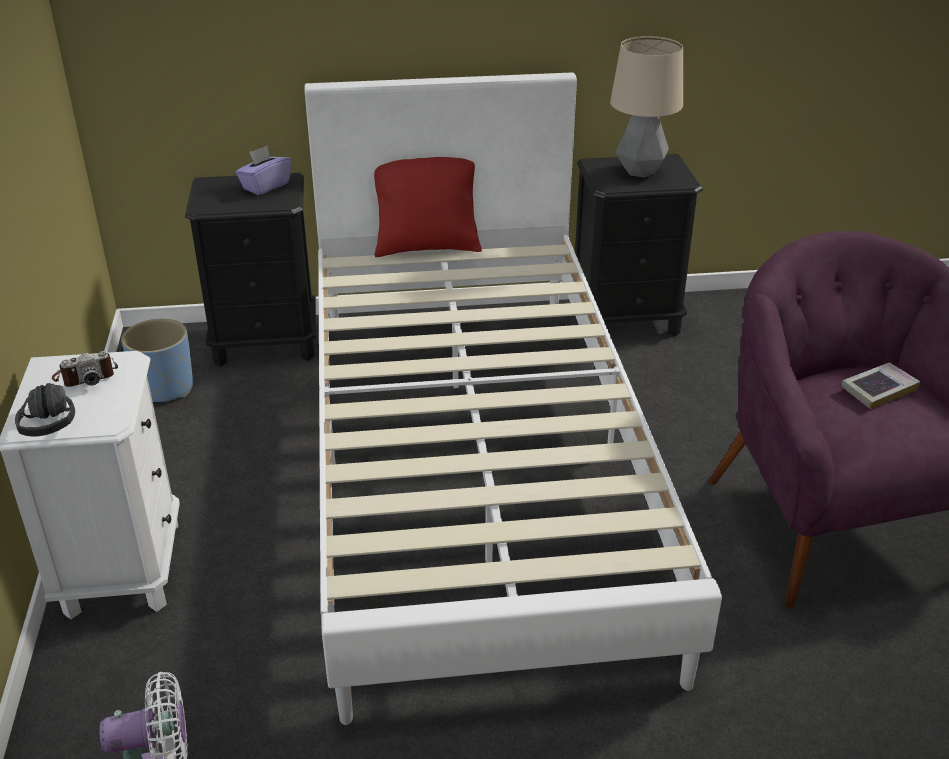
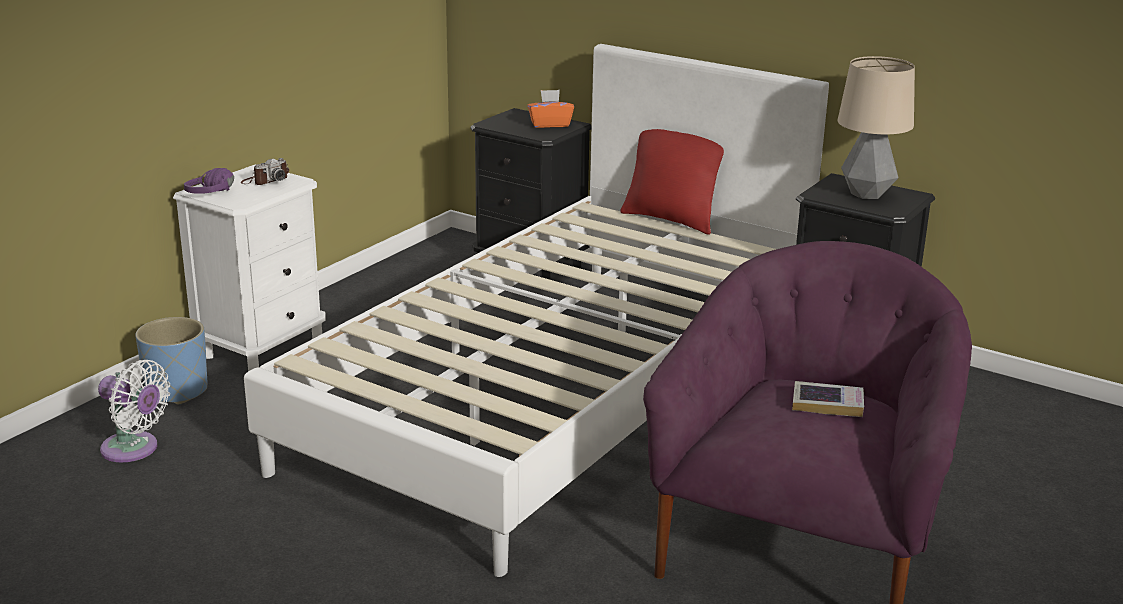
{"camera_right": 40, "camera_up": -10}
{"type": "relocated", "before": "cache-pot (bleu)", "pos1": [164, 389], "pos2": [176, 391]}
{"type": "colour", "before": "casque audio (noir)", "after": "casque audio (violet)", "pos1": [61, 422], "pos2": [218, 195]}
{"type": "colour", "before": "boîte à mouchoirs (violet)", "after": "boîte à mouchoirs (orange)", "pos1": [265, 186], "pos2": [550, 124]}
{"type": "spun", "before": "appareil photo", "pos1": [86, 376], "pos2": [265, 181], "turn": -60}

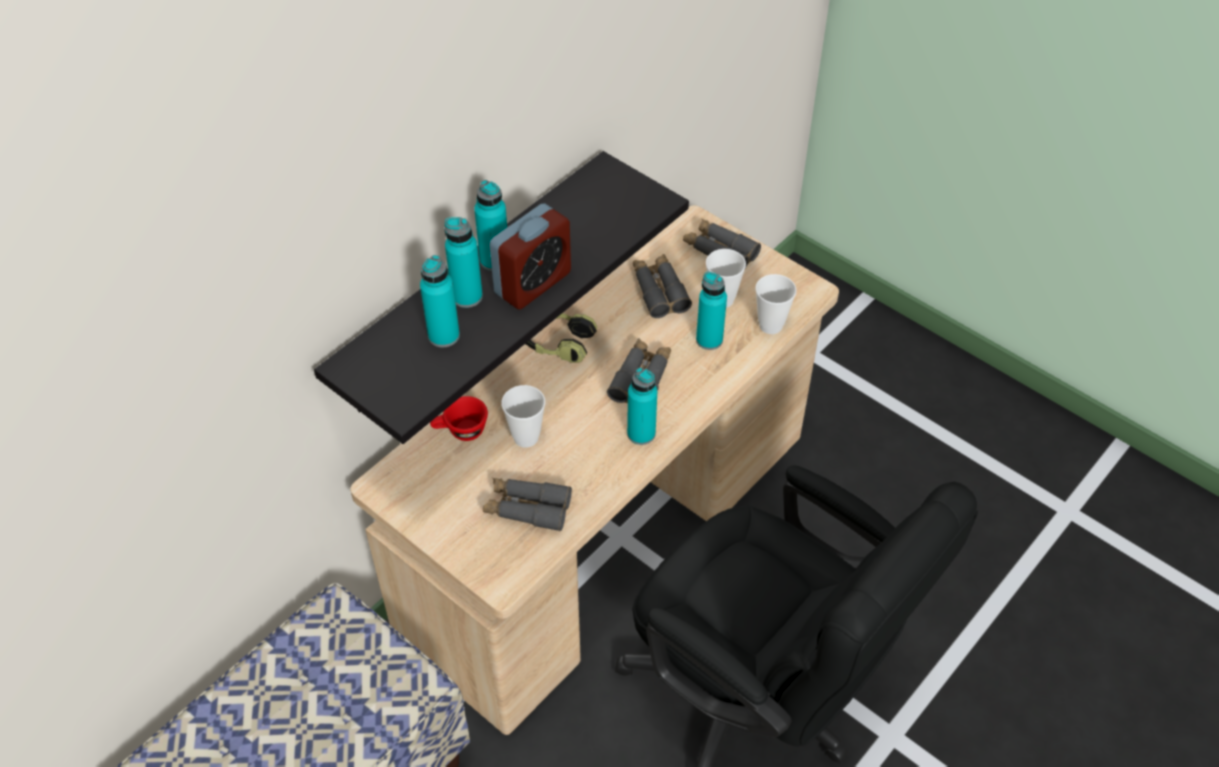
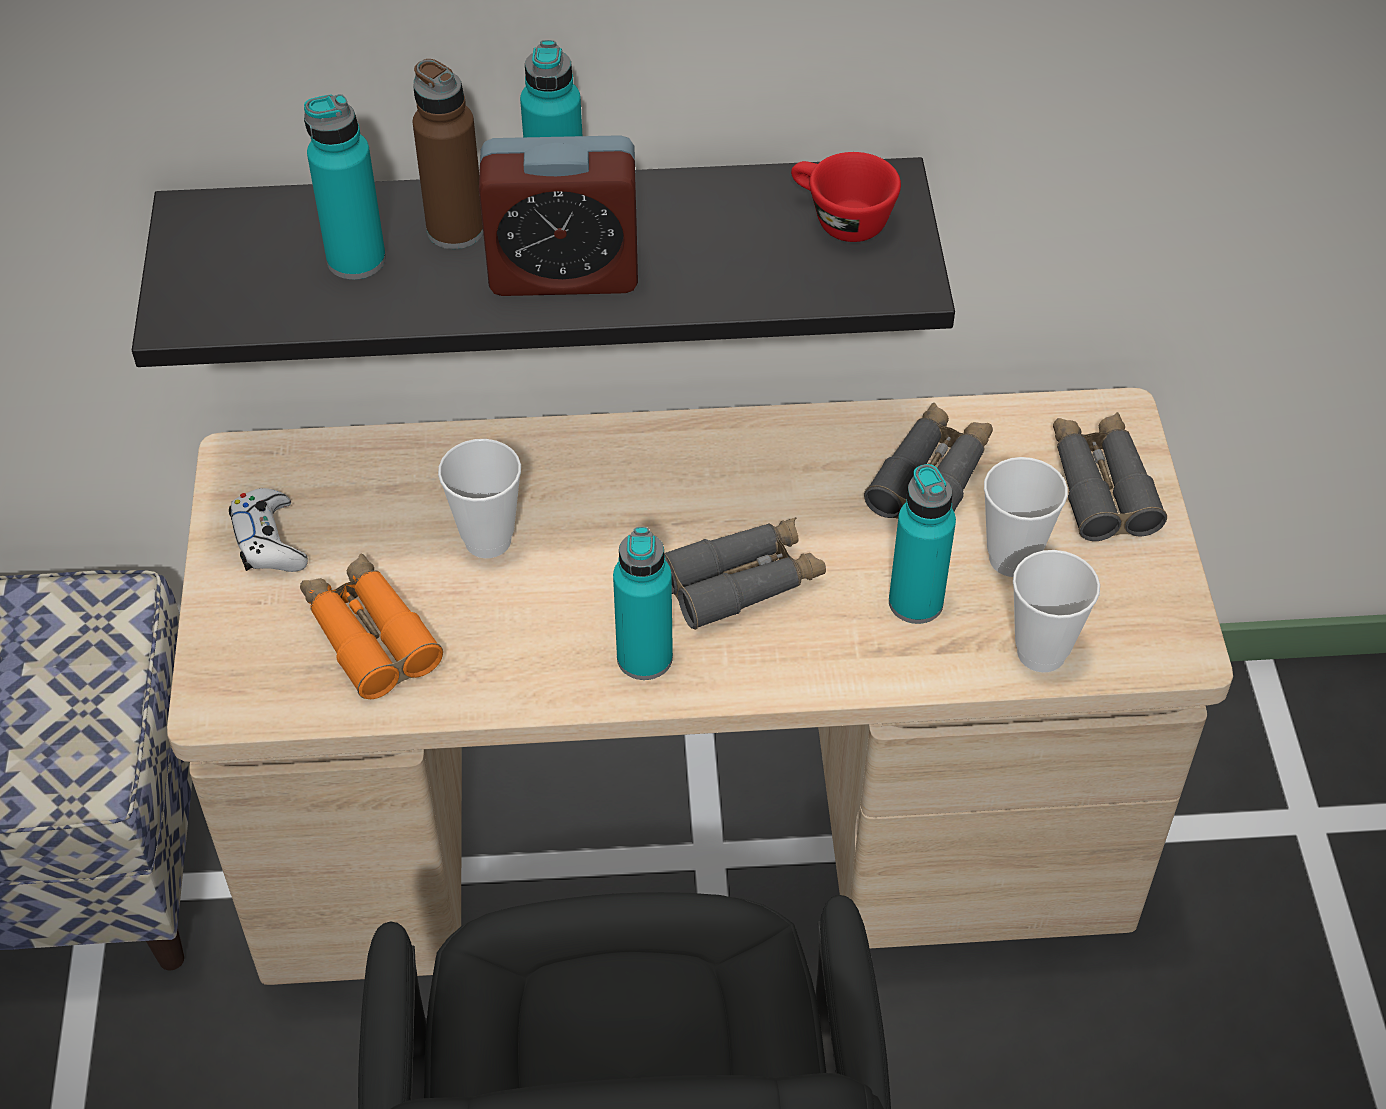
{"camera_right": 45, "camera_up": 0}
{"type": "missing", "before": "casque audio", "pos1": [557, 343]}
{"type": "appeared", "after": "manette (blanc)", "pos2": [269, 541]}
{"type": "relocated", "before": "tasse (rouge)", "pos1": [460, 431], "pos2": [839, 220]}
{"type": "colour", "before": "bouteille (turquoise)", "after": "bouteille (marron)", "pos1": [467, 296], "pos2": [455, 230]}
{"type": "colour", "before": "jumelles (gris)", "after": "jumelles (orange)", "pos1": [527, 508], "pos2": [369, 635]}

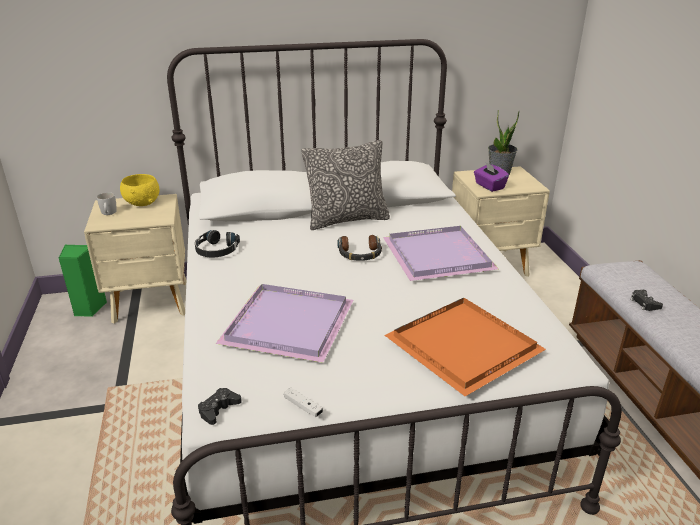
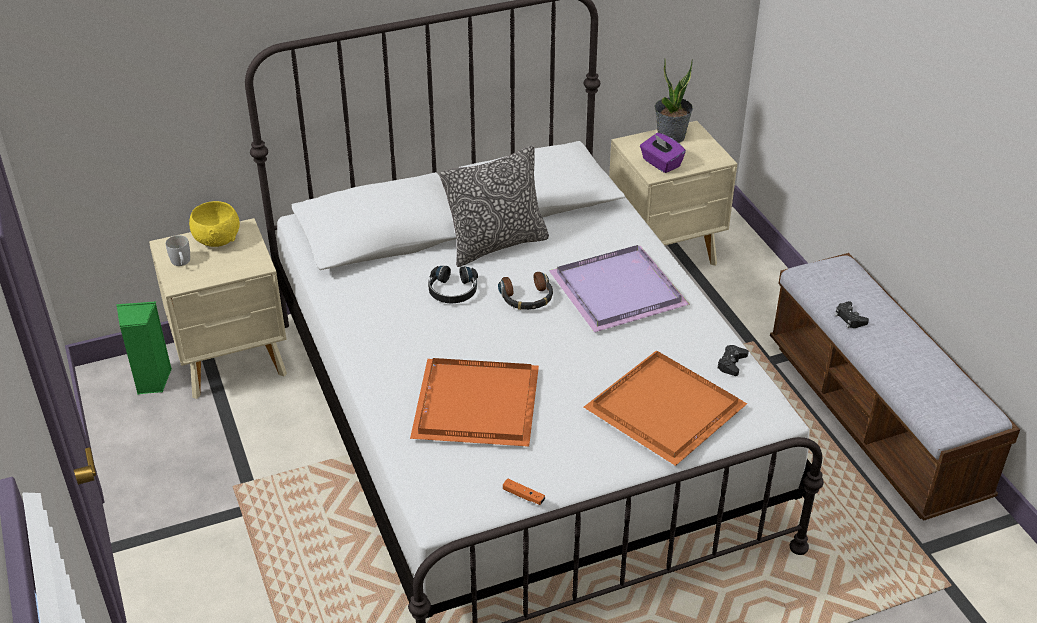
{"camera_right": -10, "camera_up": 10}
{"type": "relocated", "before": "casque audio (noir)", "pos1": [216, 250], "pos2": [452, 291]}
{"type": "relocated", "before": "manette (noir)", "pos1": [218, 409], "pos2": [731, 363]}
{"type": "colour", "before": "plateau (violet)", "after": "plateau (orange)", "pos1": [287, 323], "pos2": [474, 403]}
{"type": "colour", "before": "manette (blanc)", "after": "manette (orange)", "pos1": [303, 407], "pos2": [523, 496]}

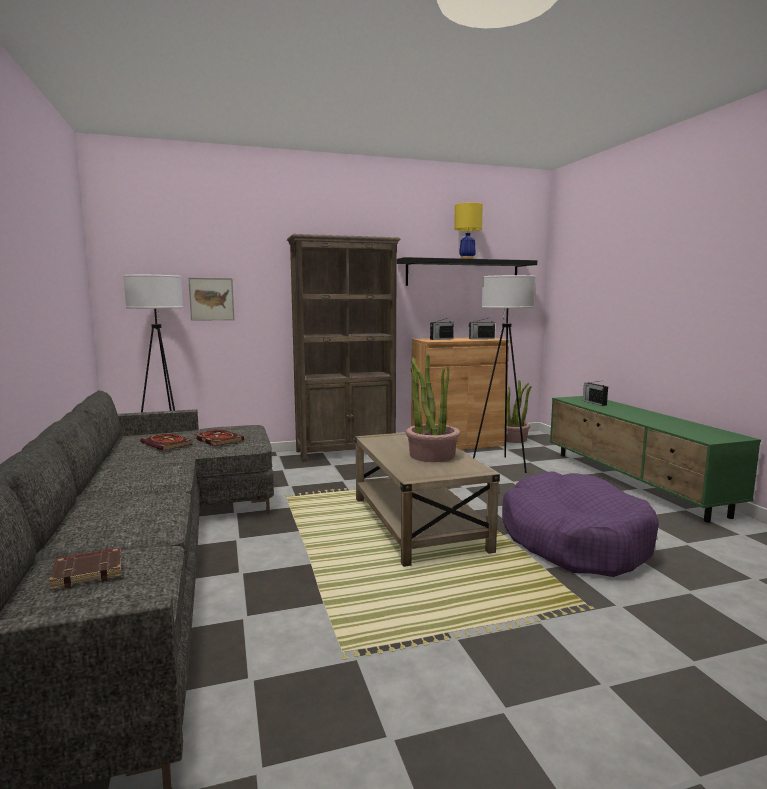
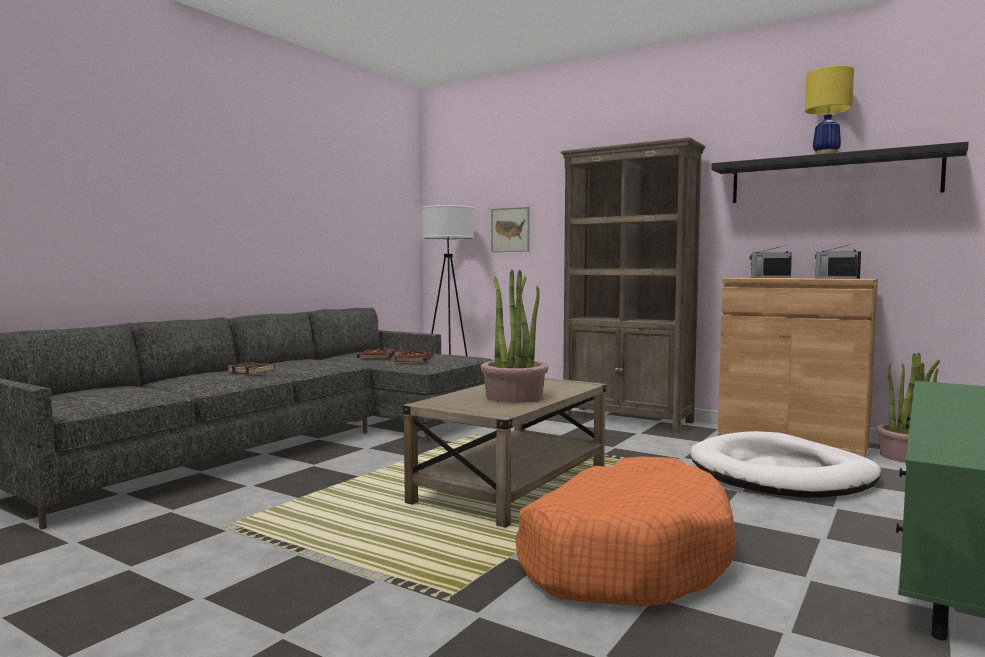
{"camera_right": 50, "camera_up": -5}
{"type": "missing", "before": "radio", "pos1": [594, 403]}
{"type": "relocated", "before": "livre (marron)", "pos1": [89, 572], "pos2": [252, 371]}
{"type": "exchanged", "before": "lampadaire (blanc)", "after": "panier pour chien (blanc)", "pos1": [501, 465], "pos2": [782, 474]}
{"type": "colour", "before": "panier pour chien (violet)", "after": "panier pour chien (orange)", "pos1": [573, 540], "pos2": [624, 557]}

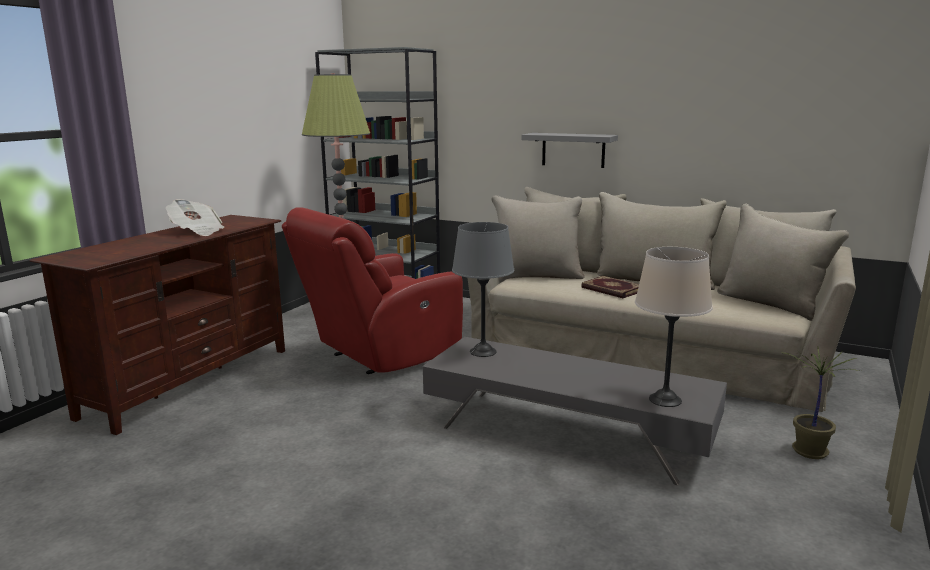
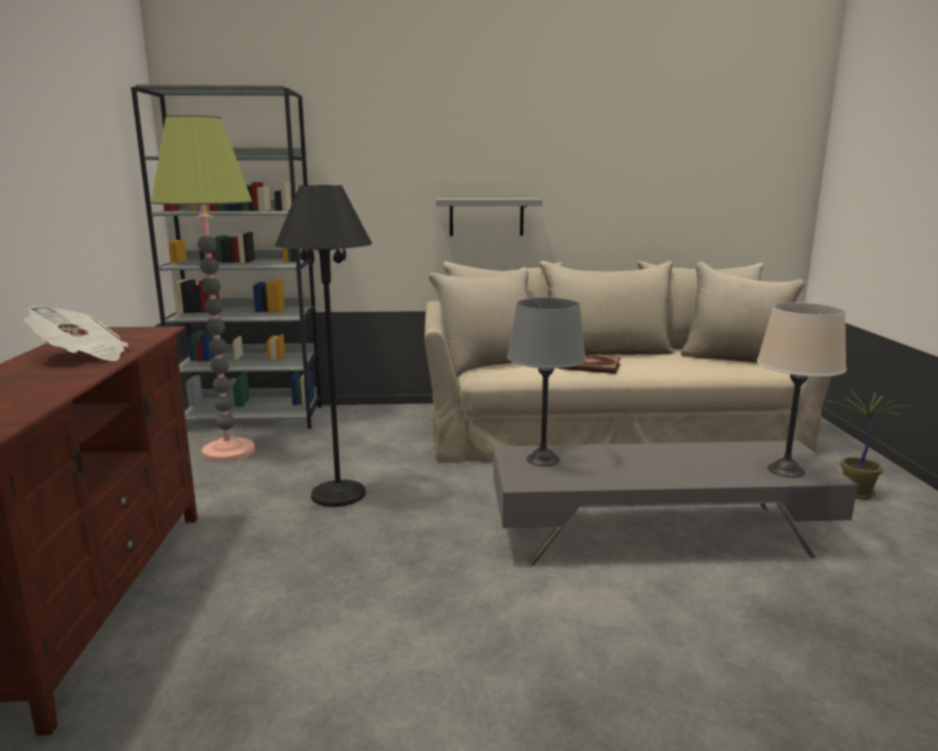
{"camera_right": -30, "camera_up": 0}
{"type": "exchanged", "before": "fauteuil (rouge)", "after": "lampadaire (noir)", "pos1": [379, 355], "pos2": [338, 494]}

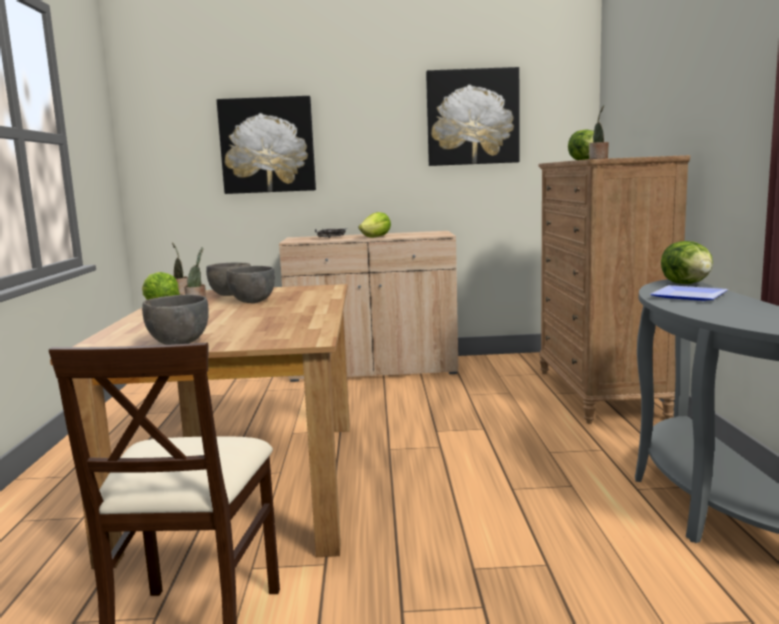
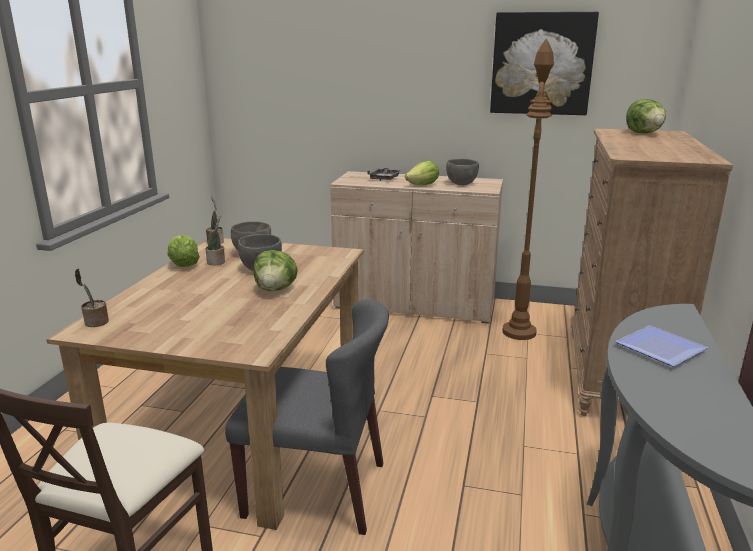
{"camera_right": 15, "camera_up": 10}
{"type": "missing", "before": "tableau", "pos1": [267, 145]}
{"type": "appeared", "after": "chaise (gris)", "pos2": [317, 489]}
{"type": "appeared", "after": "lampadaire (marron)", "pos2": [519, 332]}
{"type": "relocated", "before": "bol (gris)", "pos1": [179, 343], "pos2": [461, 183]}
{"type": "relocated", "before": "plante en pot", "pos1": [598, 158], "pos2": [95, 323]}
{"type": "relocated", "before": "laitue", "pos1": [687, 284], "pos2": [276, 289]}

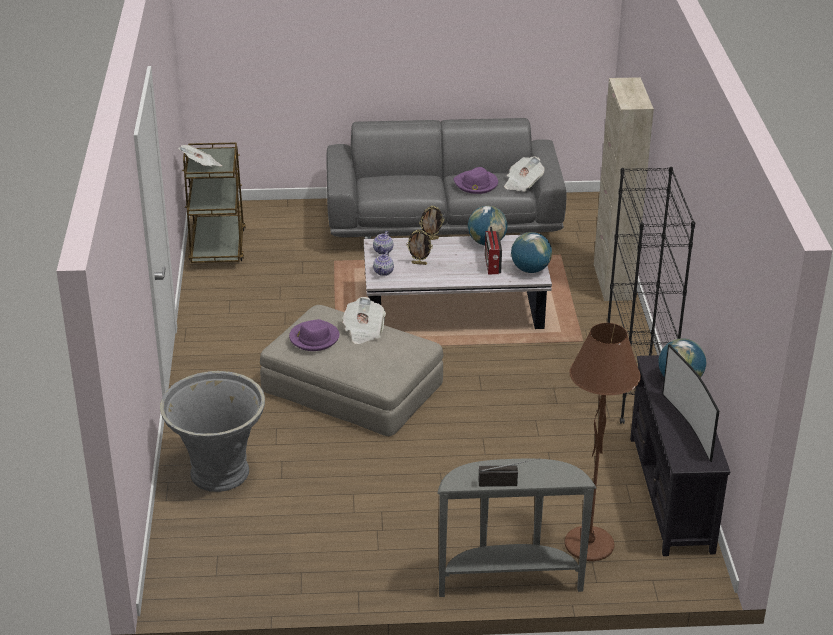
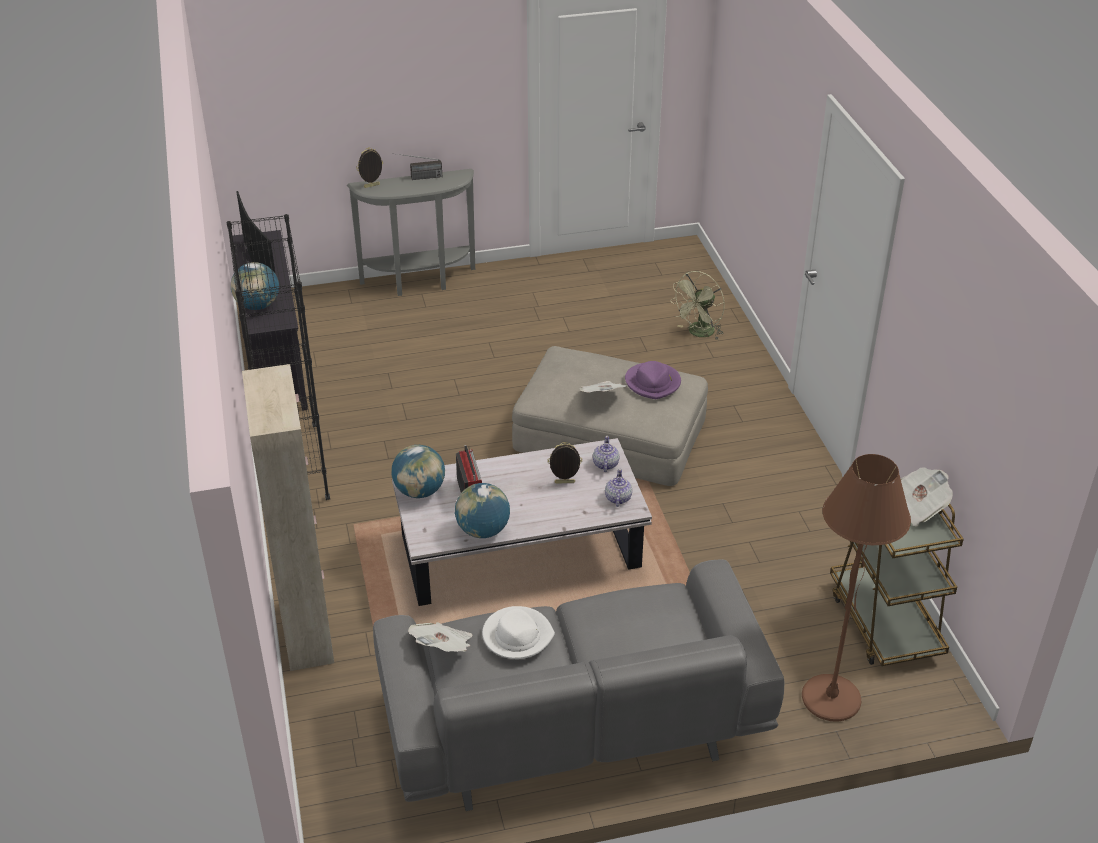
{"camera_right": 170, "camera_up": 5}
{"type": "relocated", "before": "cadre photo", "pos1": [431, 239], "pos2": [372, 186]}
{"type": "relocated", "before": "lampadaire (marron)", "pos1": [588, 545], "pos2": [831, 699]}
{"type": "exchanged", "before": "cache-pot (gris)", "after": "ventilateur (vert)", "pos1": [218, 474], "pos2": [698, 333]}
{"type": "colour", "before": "chapeau (violet)", "after": "chapeau (blanc)", "pos1": [476, 184], "pos2": [517, 635]}

